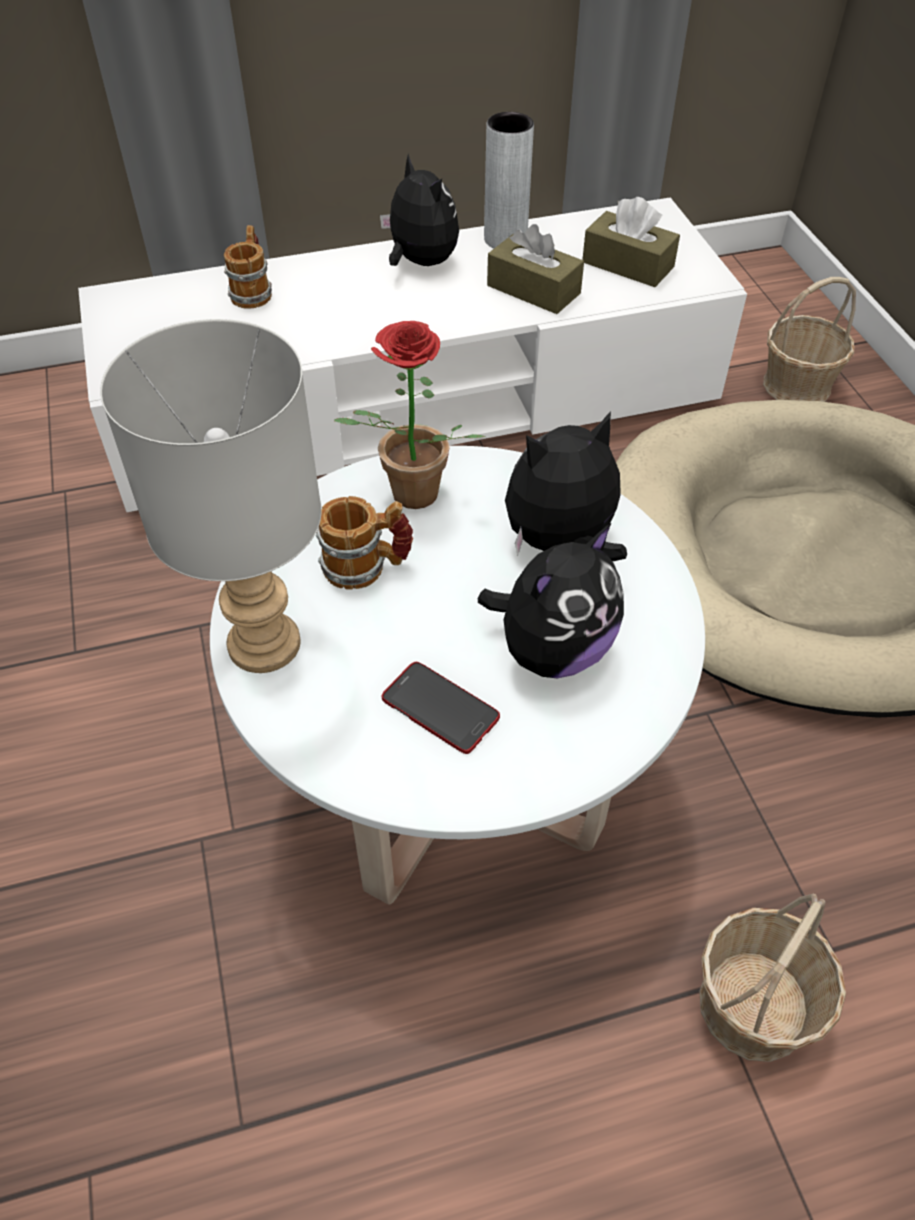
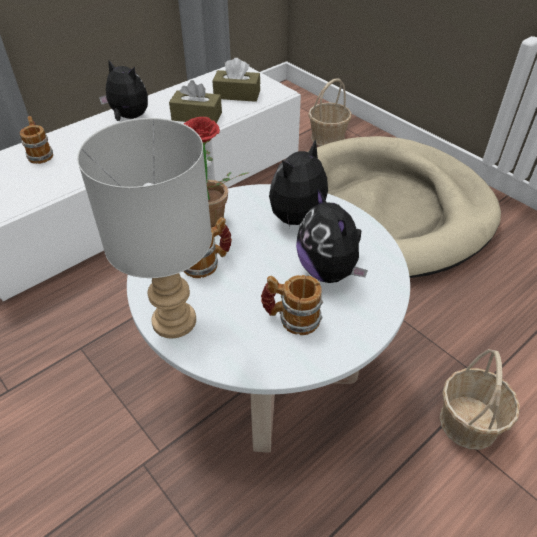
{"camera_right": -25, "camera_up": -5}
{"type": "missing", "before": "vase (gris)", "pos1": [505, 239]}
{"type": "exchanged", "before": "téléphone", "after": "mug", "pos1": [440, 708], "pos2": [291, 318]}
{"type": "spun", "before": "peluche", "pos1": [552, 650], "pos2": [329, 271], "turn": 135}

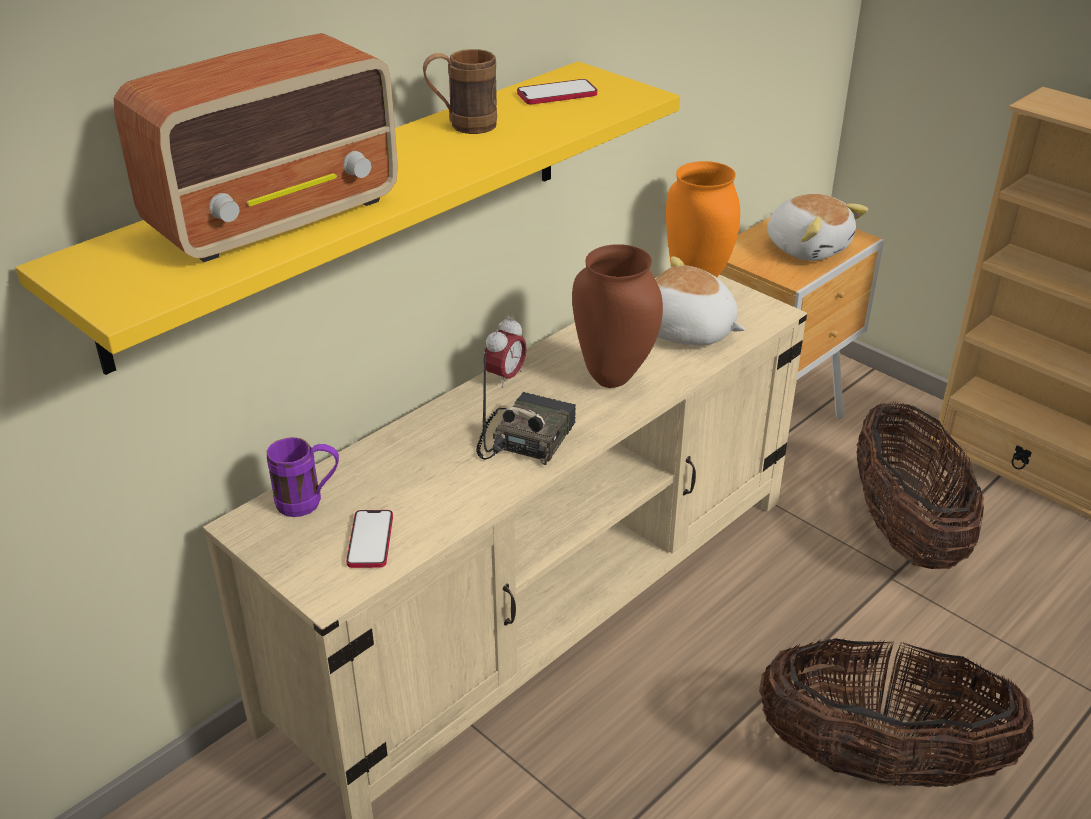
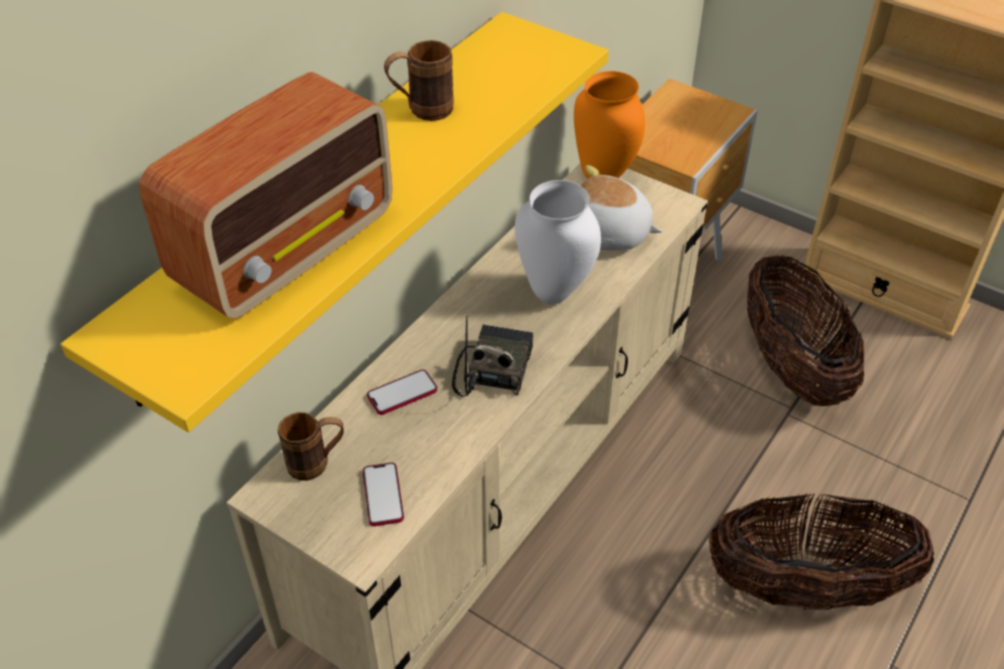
{"camera_right": -10, "camera_up": 10}
{"type": "missing", "before": "réveil", "pos1": [505, 377]}
{"type": "missing", "before": "peluche", "pos1": [808, 247]}
{"type": "relocated", "before": "téléphone", "pos1": [557, 94], "pos2": [402, 393]}
{"type": "colour", "before": "mug (violet)", "after": "mug (marron)", "pos1": [309, 503], "pos2": [317, 464]}
{"type": "colour", "before": "vase (marron)", "after": "vase (blanc)", "pos1": [612, 379], "pos2": [553, 294]}

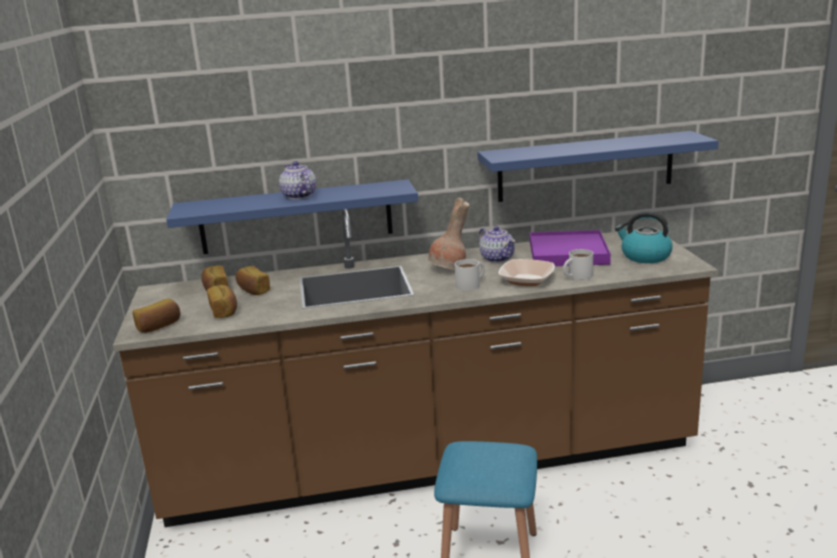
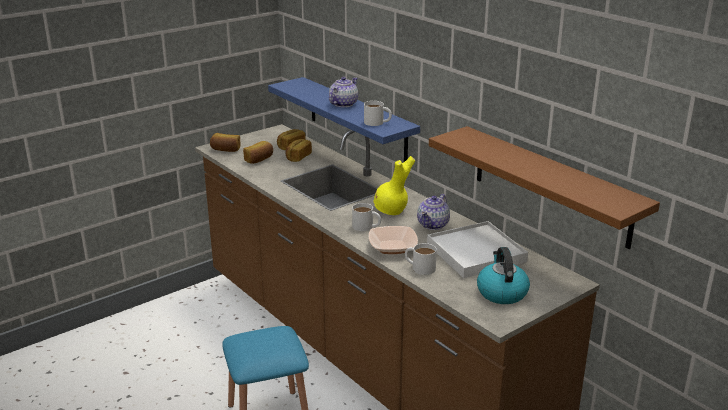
{"camera_right": 60, "camera_up": 5}
{"type": "appeared", "after": "mug (blanc)", "pos2": [377, 123]}
{"type": "colour", "before": "vase (marron)", "after": "vase (jaune)", "pos1": [449, 269], "pos2": [391, 211]}
{"type": "colour", "before": "étagère (bleu)", "after": "étagère (marron)", "pos1": [586, 166], "pos2": [550, 186]}
{"type": "colour", "before": "plateau (violet)", "after": "plateau (blanc)", "pos1": [567, 253], "pos2": [475, 253]}

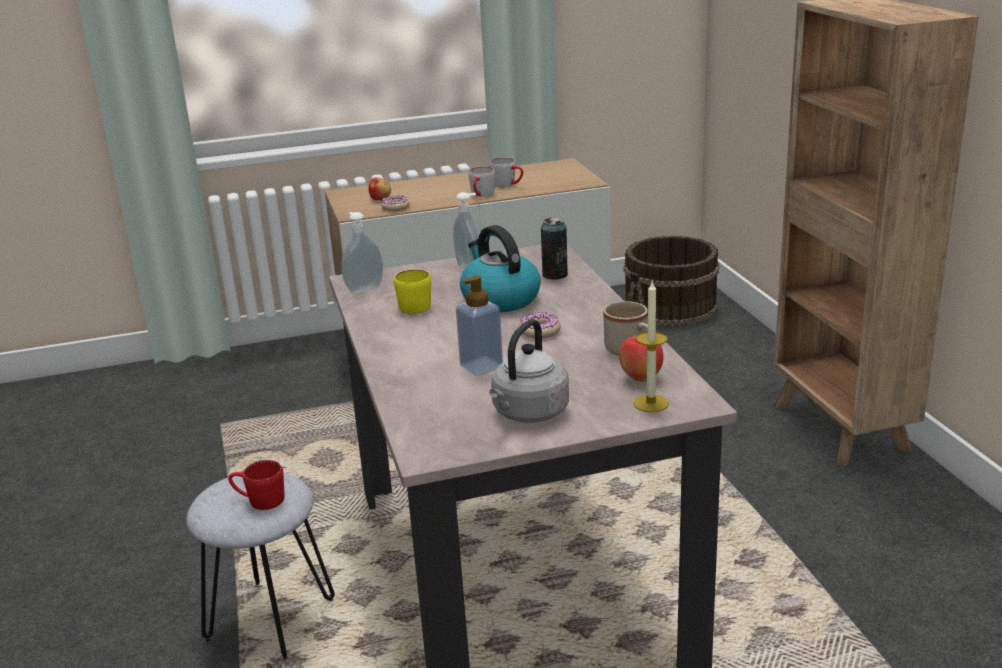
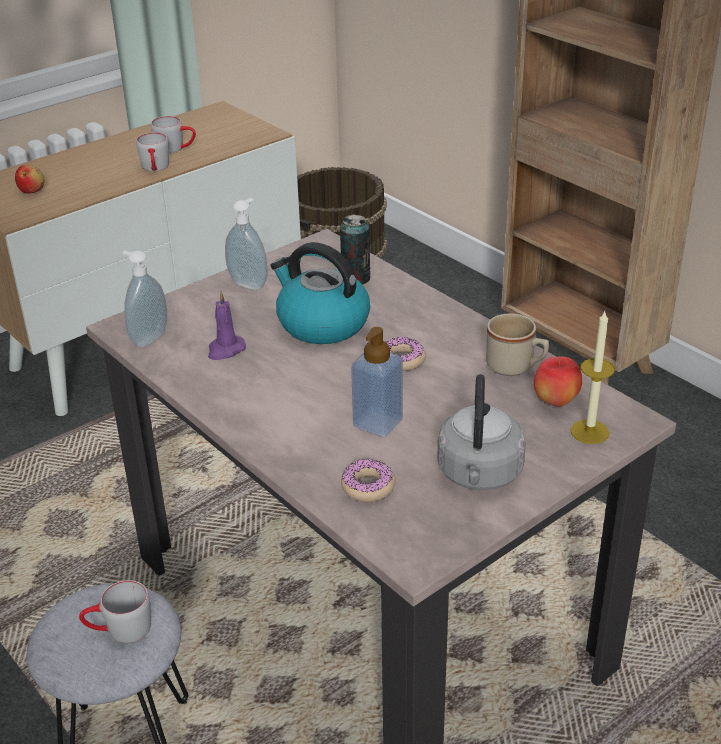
{"camera_right": -25, "camera_up": 10}
{"type": "relocated", "before": "beignet", "pos1": [395, 207], "pos2": [368, 487]}
{"type": "exchanged", "before": "mug (jaune)", "after": "bougie (violet)", "pos1": [412, 304], "pos2": [225, 350]}
{"type": "colour", "before": "mug (rouge)", "after": "mug (gris)", "pos1": [259, 500], "pos2": [119, 630]}

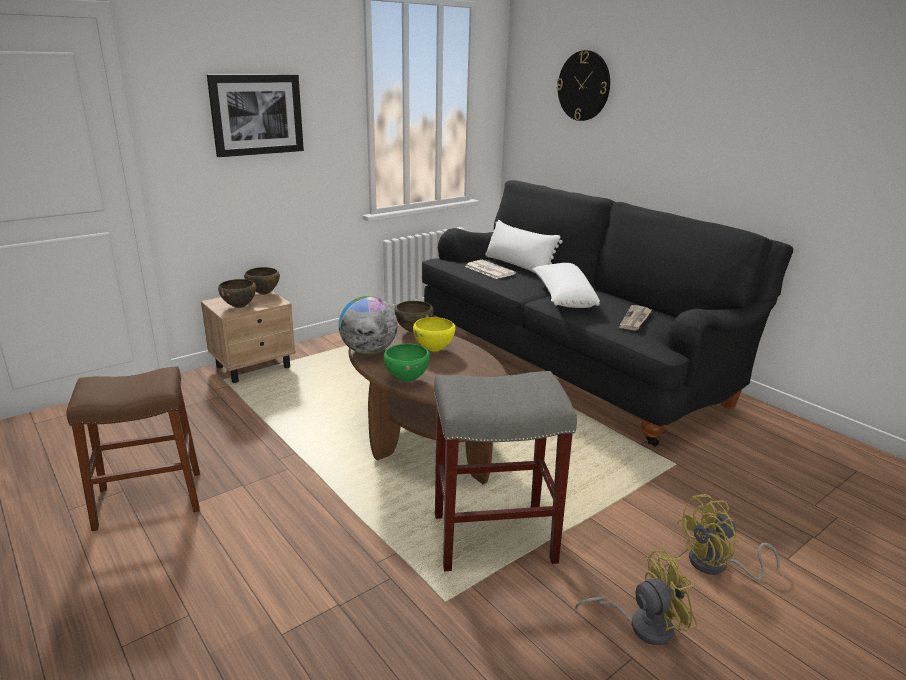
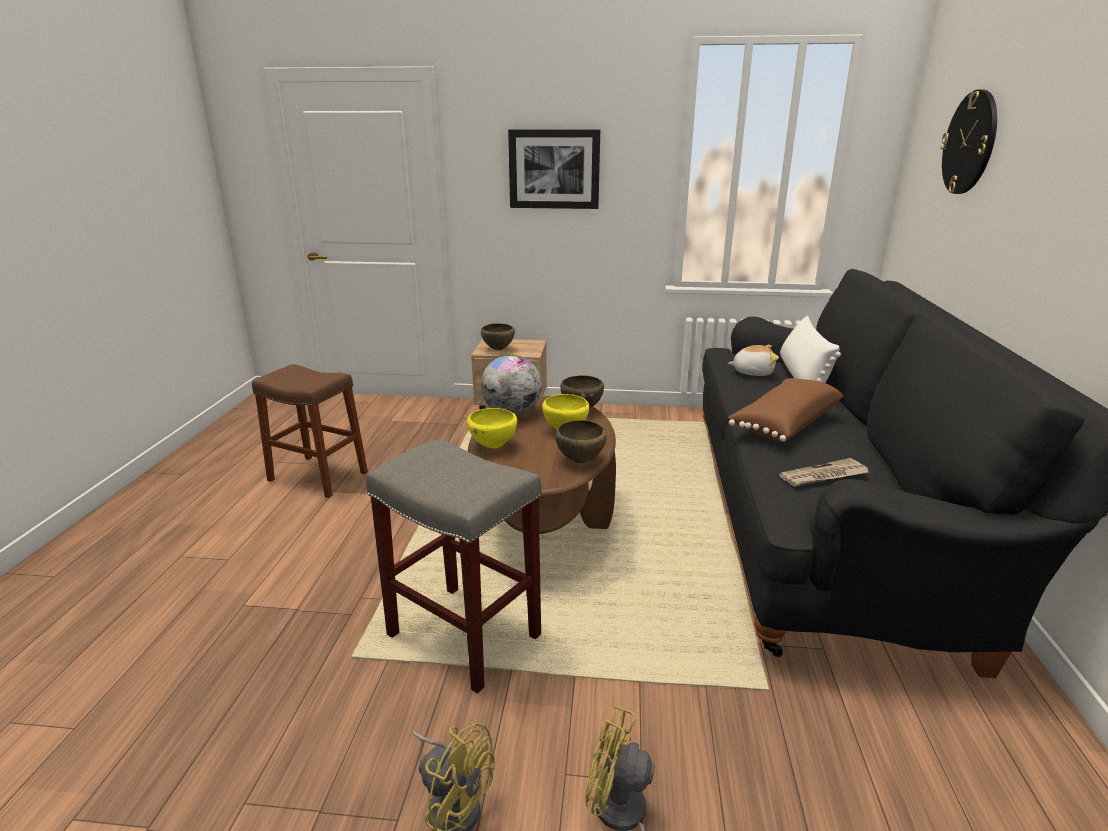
{"camera_right": 45, "camera_up": 0}
{"type": "relocated", "before": "bol (marron)", "pos1": [264, 293], "pos2": [581, 461]}
{"type": "exchanged", "before": "journal", "after": "peluche", "pos1": [489, 270], "pos2": [752, 372]}
{"type": "colour", "before": "bol (vert)", "after": "bol (jaune)", "pos1": [407, 380], "pos2": [493, 446]}
{"type": "colour", "before": "coussin (blanc)", "after": "coussin (marron)", "pos1": [562, 297], "pos2": [783, 424]}

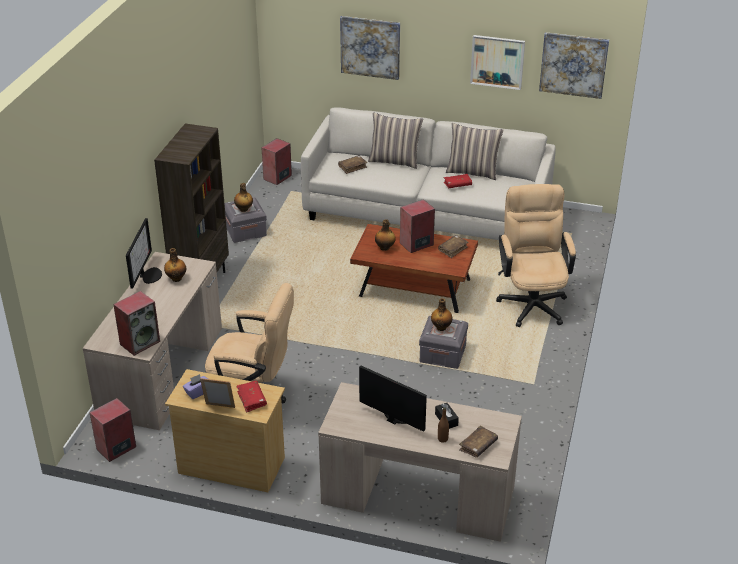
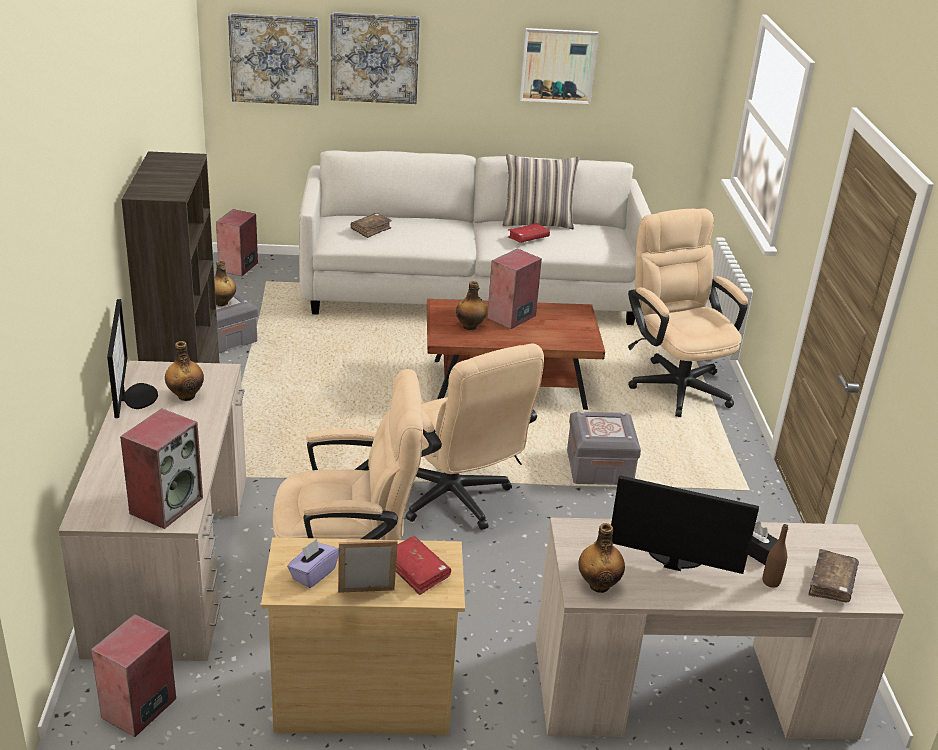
{"camera_right": -20, "camera_up": -5}
{"type": "missing", "before": "coussin", "pos1": [395, 161]}
{"type": "missing", "before": "livre (marron)", "pos1": [453, 249]}
{"type": "appeared", "after": "chaise de bureau (beige)", "pos2": [456, 501]}
{"type": "relocated", "before": "bouteille", "pos1": [441, 327], "pos2": [598, 584]}
{"type": "relocated", "before": "tableau", "pos1": [573, 65], "pos2": [274, 59]}

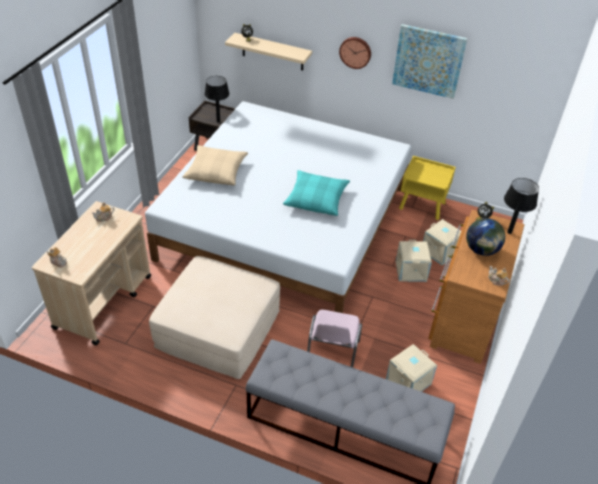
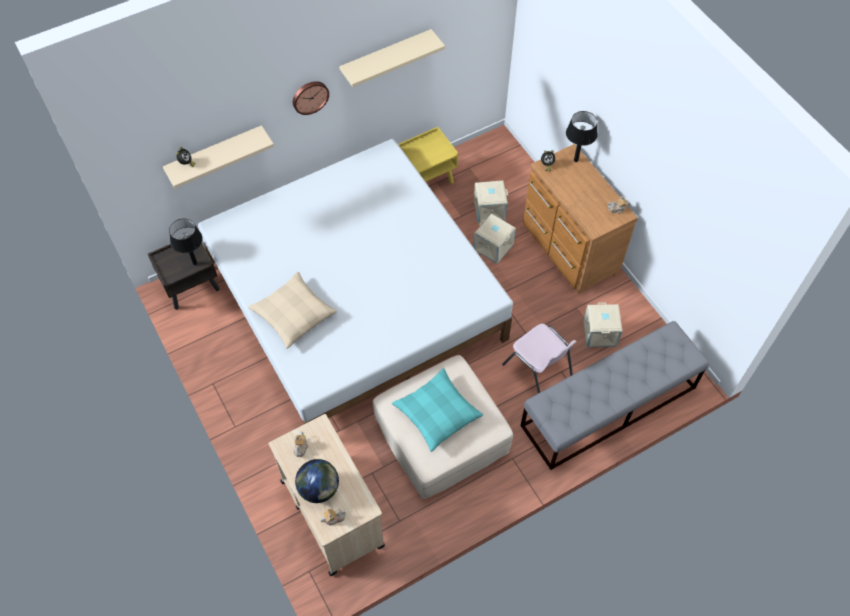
{"camera_right": -50, "camera_up": 15}
{"type": "relocated", "before": "coussin (turquoise)", "pos1": [316, 198], "pos2": [437, 413]}
{"type": "relocated", "before": "globe", "pos1": [481, 250], "pos2": [319, 488]}
{"type": "exchanged", "before": "tableau", "after": "étagère (beige)", "pos1": [428, 61], "pos2": [386, 58]}

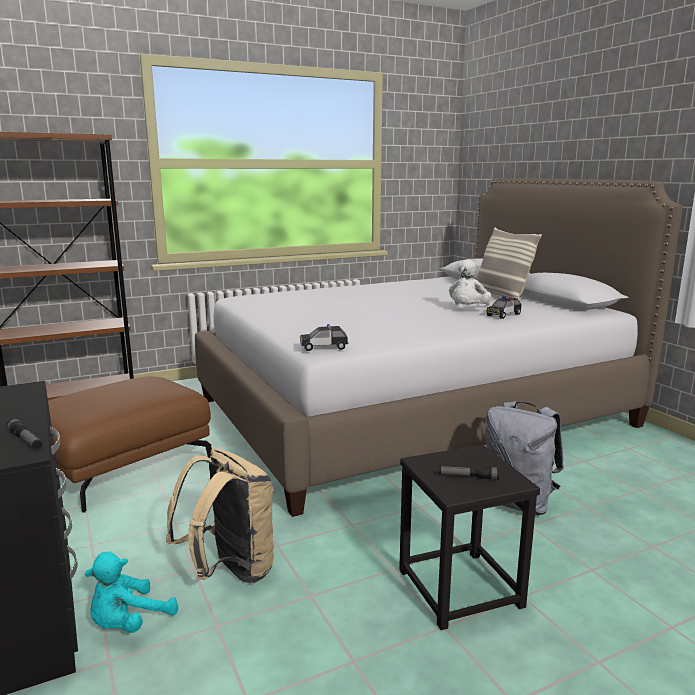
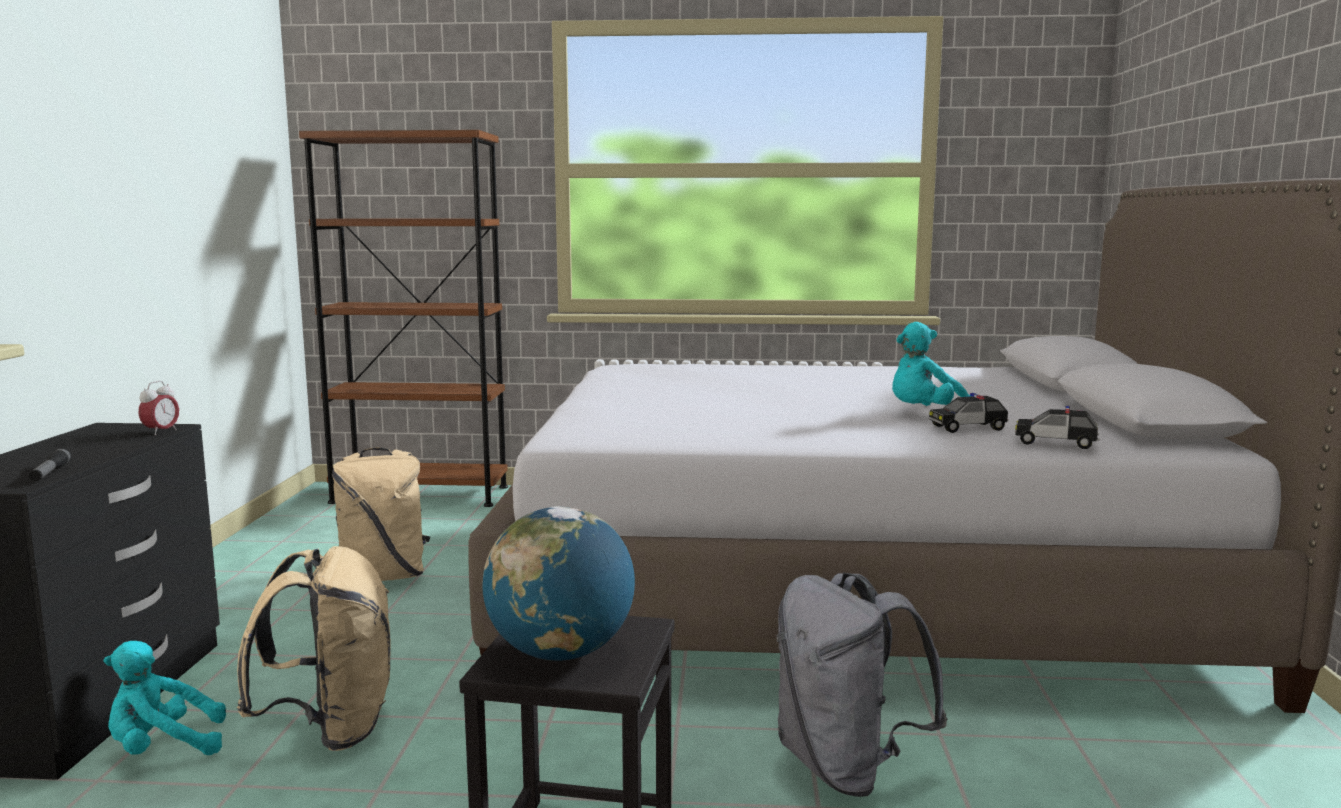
{"camera_right": 30, "camera_up": -5}
{"type": "missing", "before": "coussin", "pos1": [501, 296]}
{"type": "appeared", "after": "réveil", "pos2": [161, 432]}
{"type": "relocated", "before": "petite voiture", "pos1": [324, 347], "pos2": [1056, 443]}
{"type": "exchanged", "before": "pouf (marron)", "after": "sac à dos (beige)", "pos1": [126, 467], "pos2": [384, 577]}
{"type": "exchanged", "before": "lampe de poche", "after": "globe", "pos1": [468, 477], "pos2": [561, 653]}
{"type": "colour", "before": "peluche (blanc)", "after": "peluche (turquoise)", "pos1": [468, 310], "pos2": [924, 414]}

